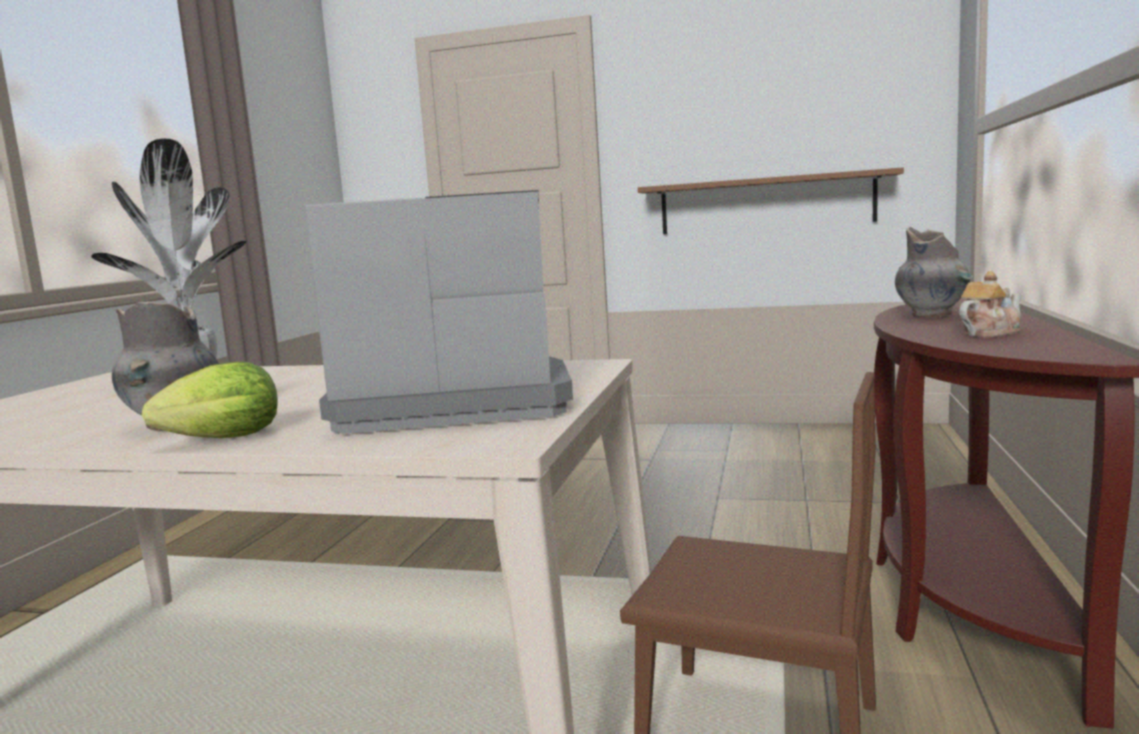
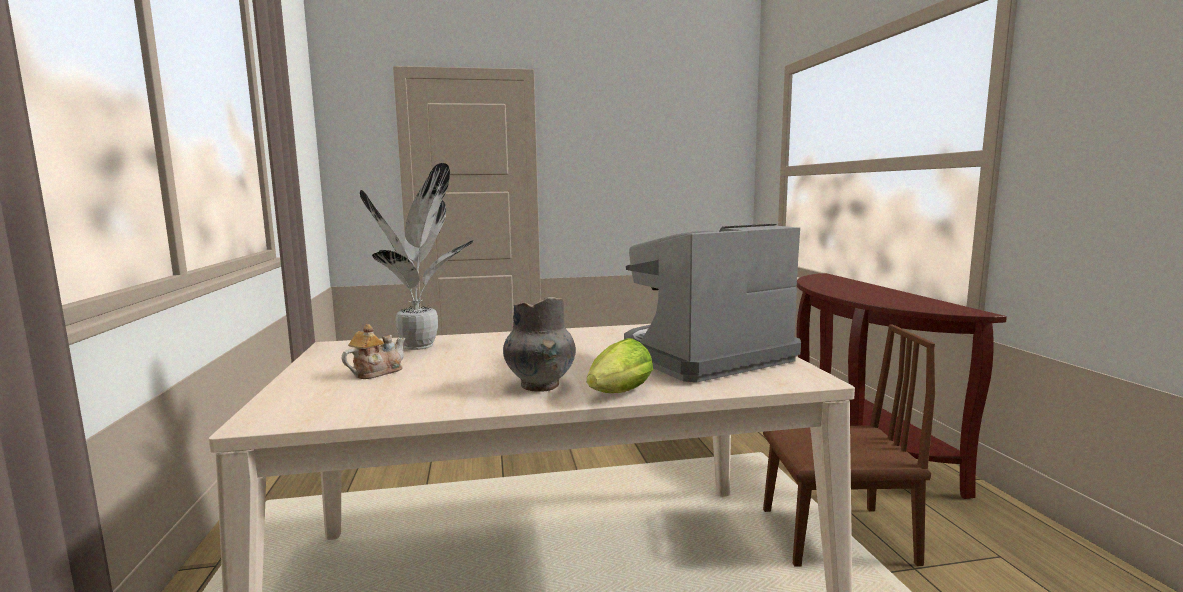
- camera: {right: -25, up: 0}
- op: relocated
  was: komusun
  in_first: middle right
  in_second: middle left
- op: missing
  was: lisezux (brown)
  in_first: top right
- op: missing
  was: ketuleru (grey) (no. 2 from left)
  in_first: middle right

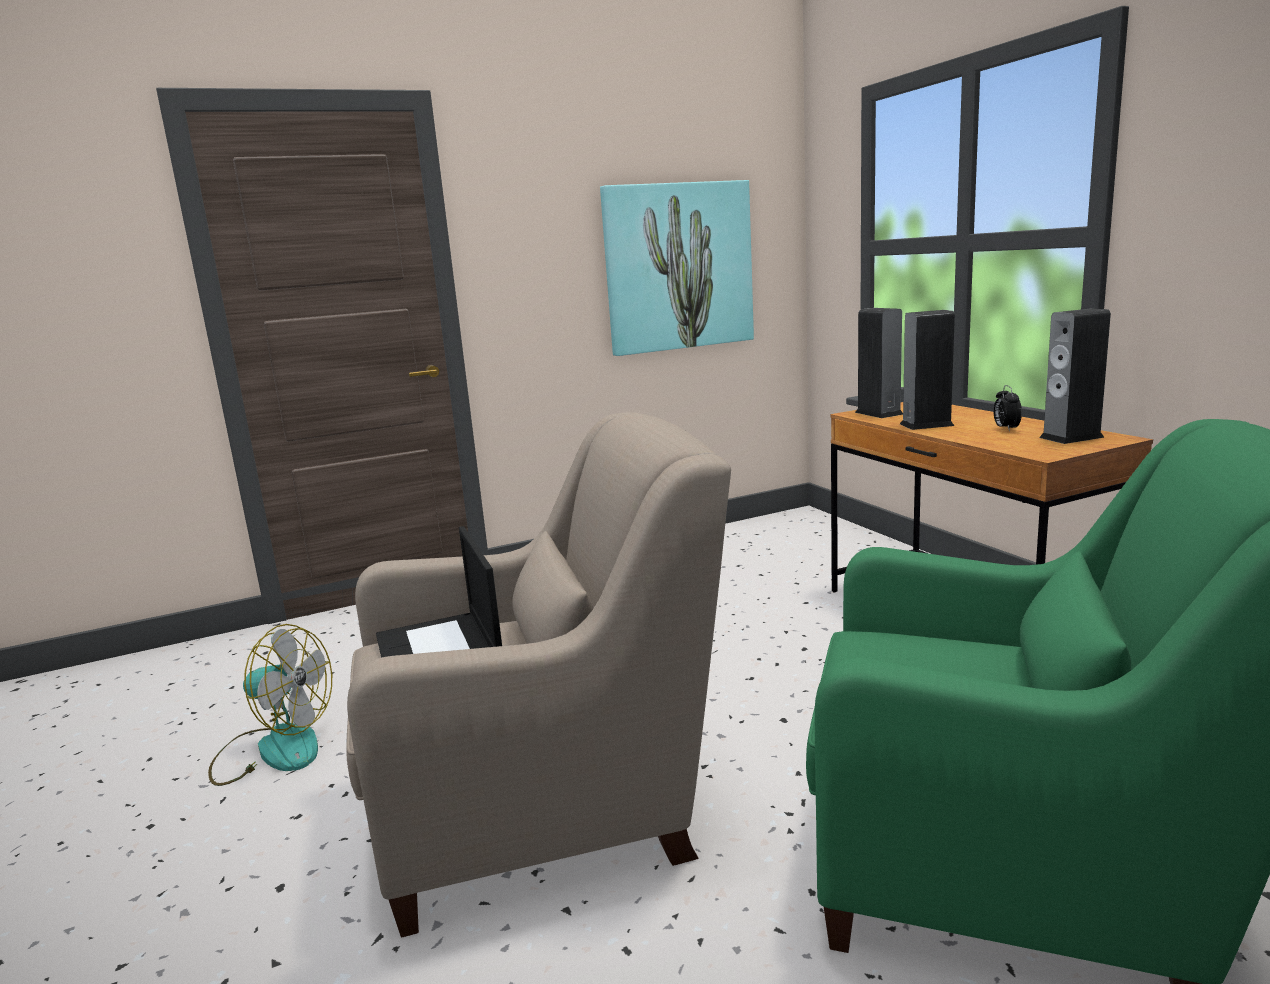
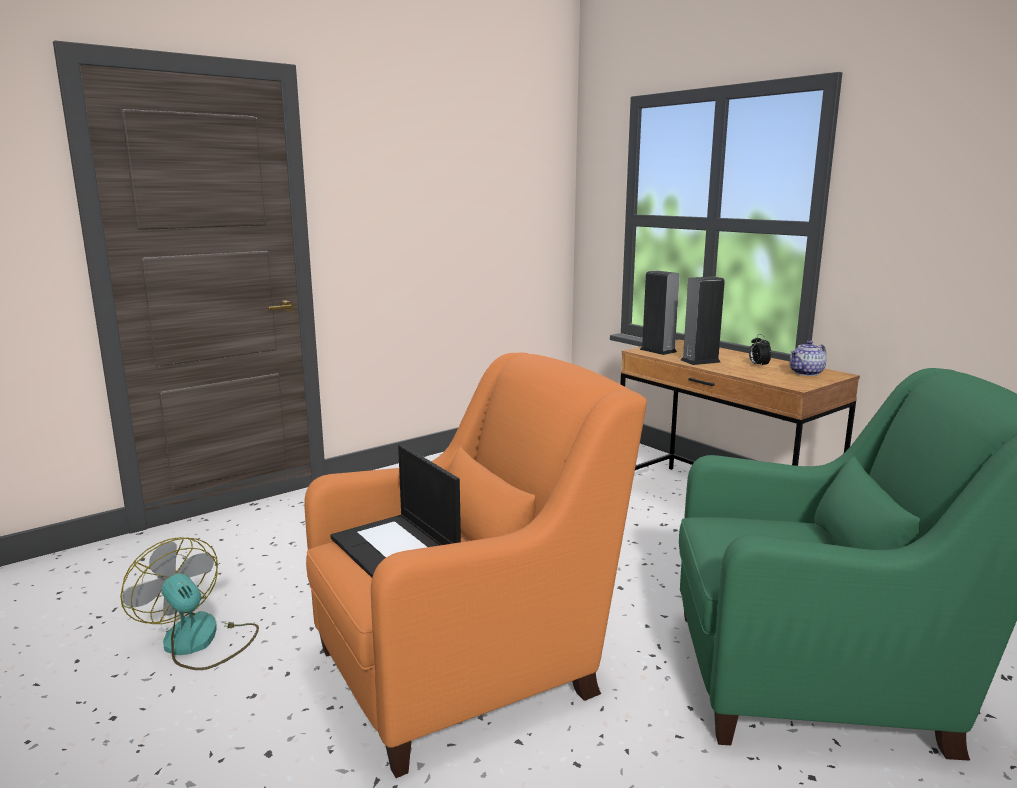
- camera: {right: -15, up: 0}
- op: spun
  was: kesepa
  in_first: bottom left
  in_second: bottom left
  clockwise: -135
- op: colour
  was: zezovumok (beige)
  now: zezovumok (orange)
  in_first: bottom centre
  in_second: bottom centre
- op: exchanged
  was: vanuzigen (no. 3 from left)
  now: komusun
  in_first: middle right
  in_second: middle right
- op: missing
  was: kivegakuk
  in_first: top centre

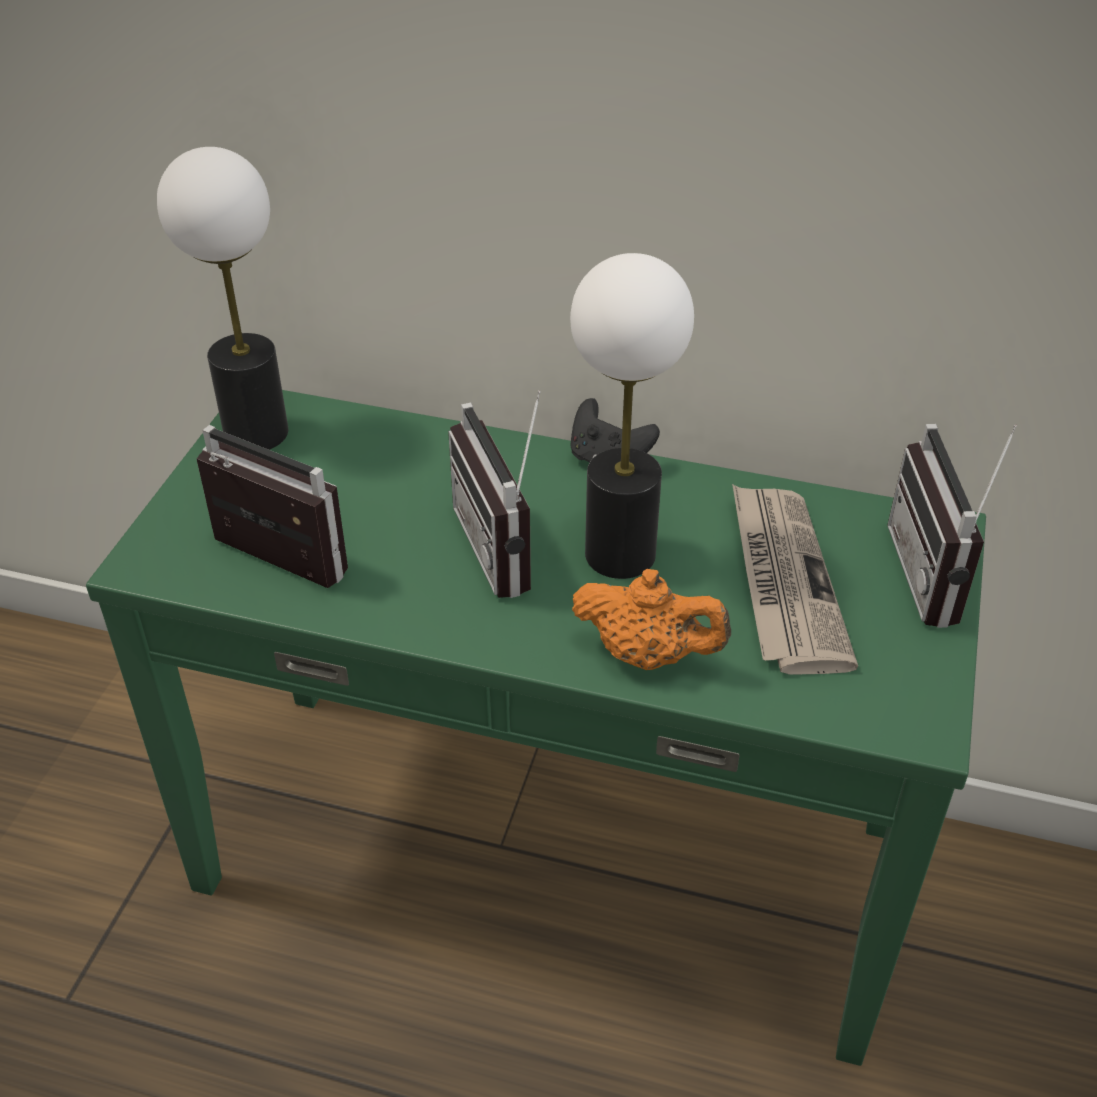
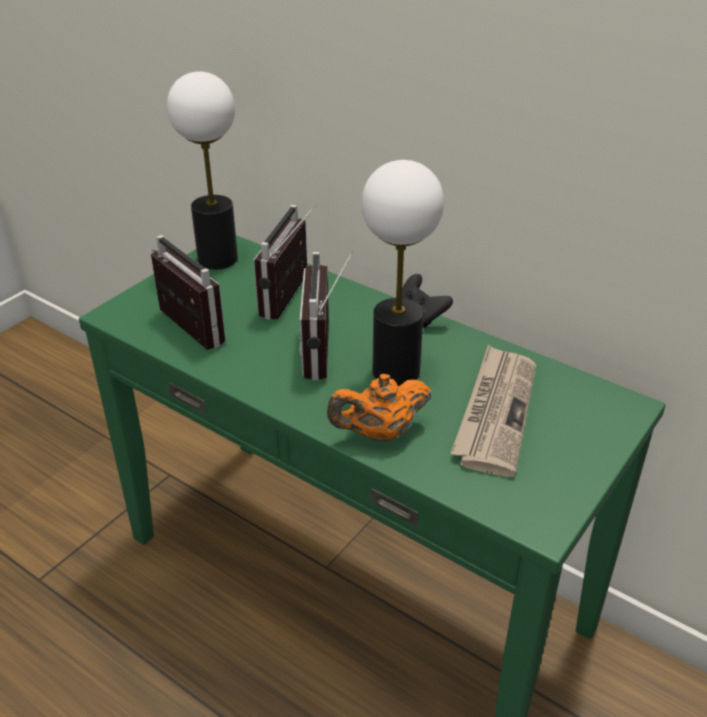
- camera: {right: 20, up: -5}
- op: relocated
  was: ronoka (no. 3 from left in the first image)
  now: ronoka (no. 2 from left)
  in_first: middle right
  in_second: centre
- op: spun
  was: komusun (orange)
  in_first: centre
  in_second: centre
  clockwise: 120

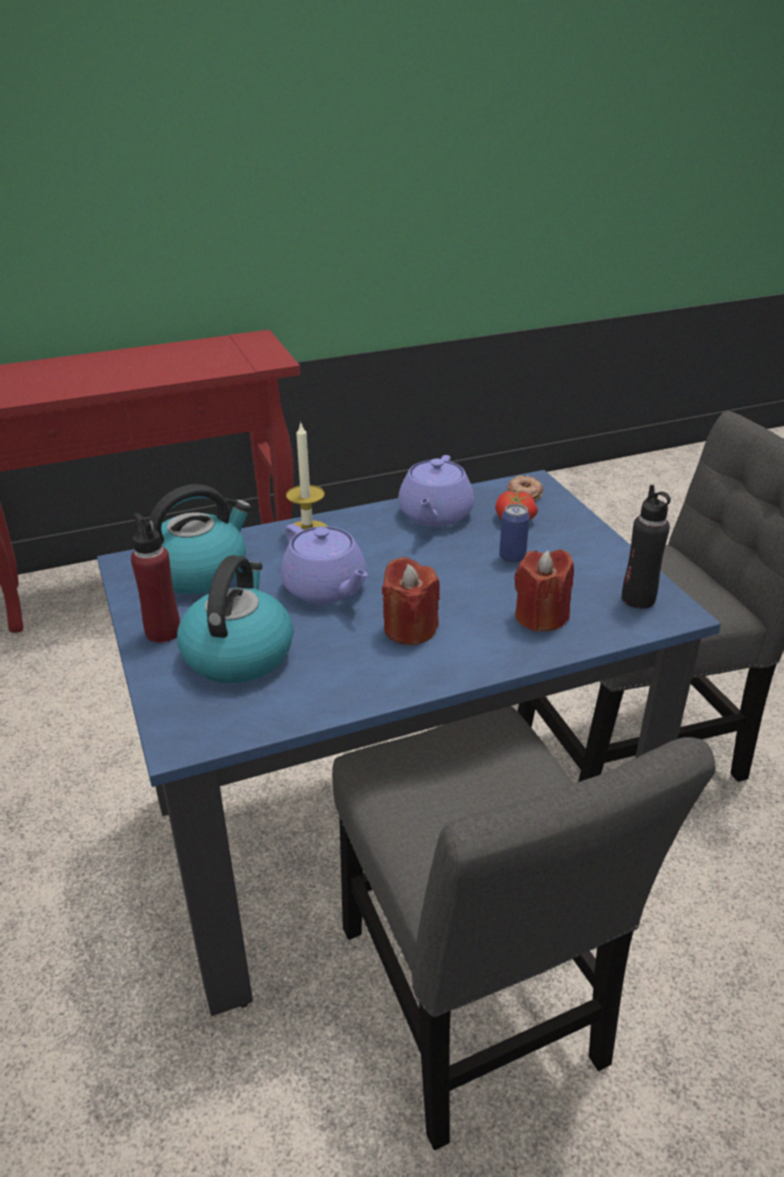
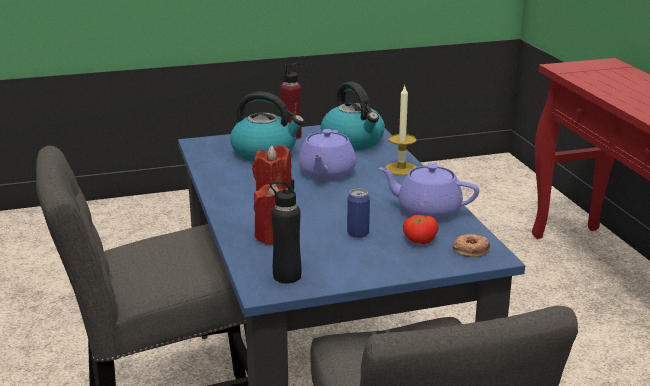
- camera: {right: 95, up: -10}
- op: spun
  was: komusun (purple) (no. 1 from left)
  in_first: centre
  in_second: centre
  clockwise: -45

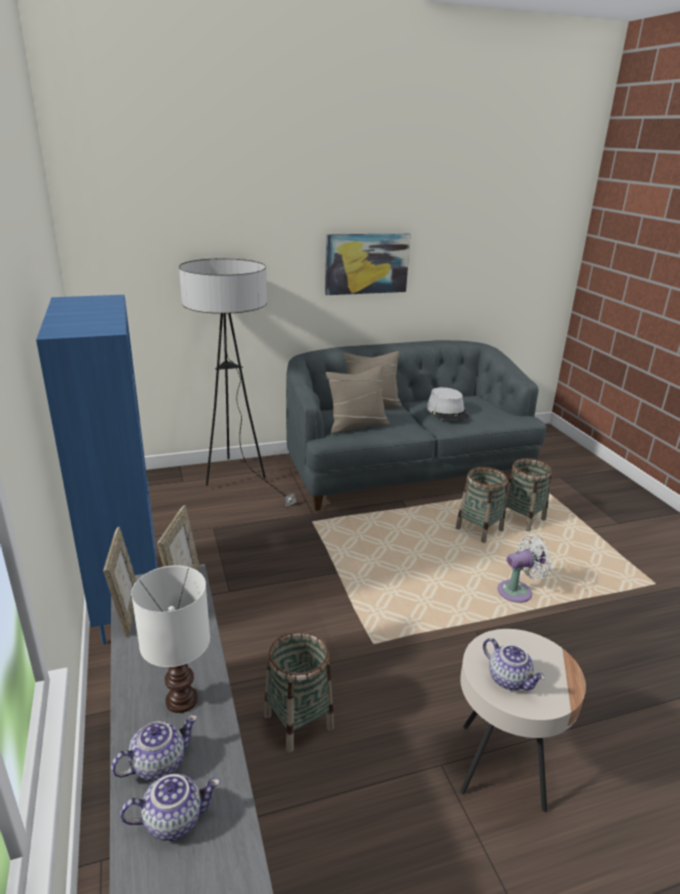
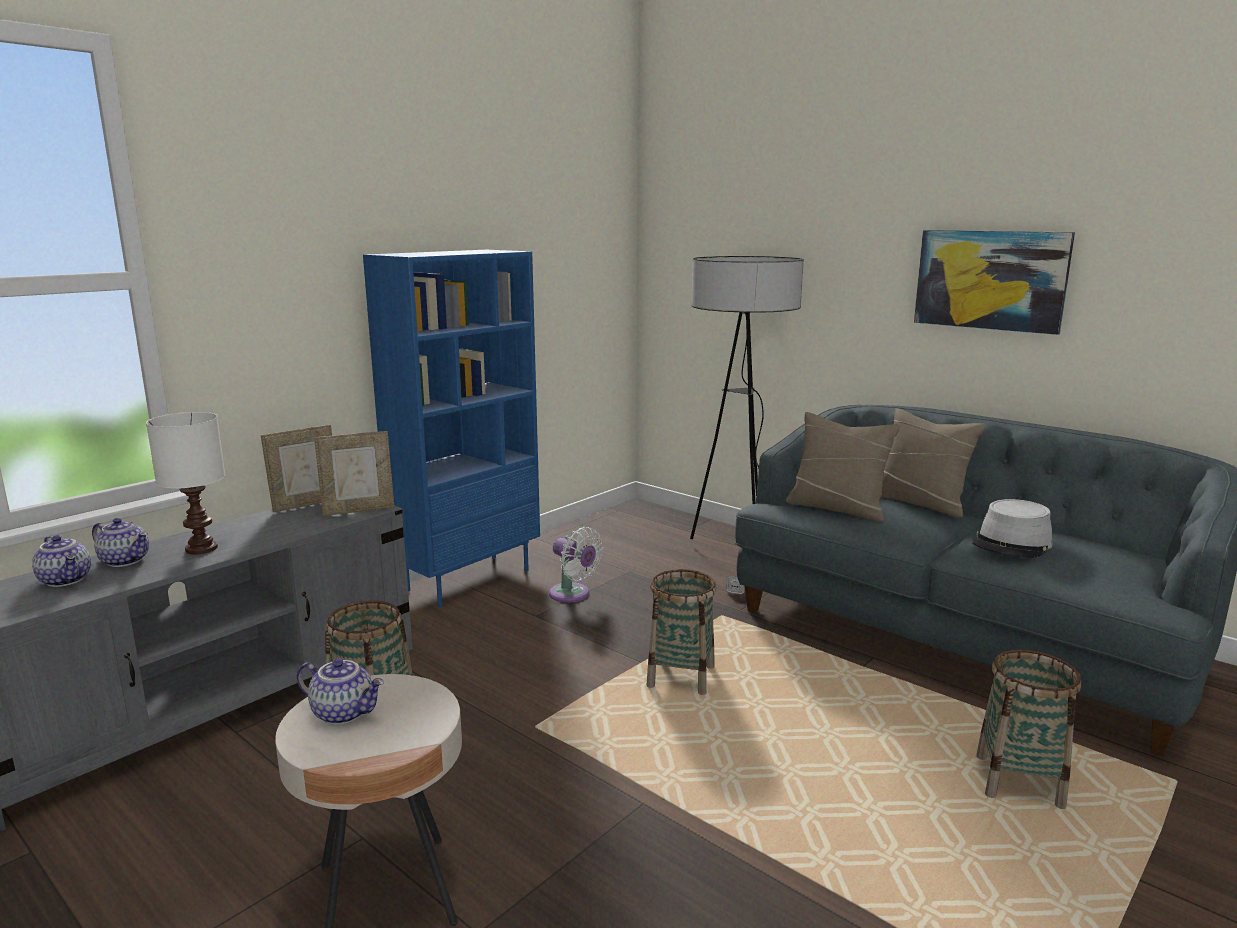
- camera: {right: 60, up: -10}
- op: spun
  was: komusun (no. 3 from left)
  in_first: bottom right
  in_second: bottom left
  clockwise: -90
- op: relocated
  was: kesepa (white)
  in_first: middle right
  in_second: centre
- op: relocated
  was: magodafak (no. 2 from left)
  in_first: middle right
  in_second: bottom centre

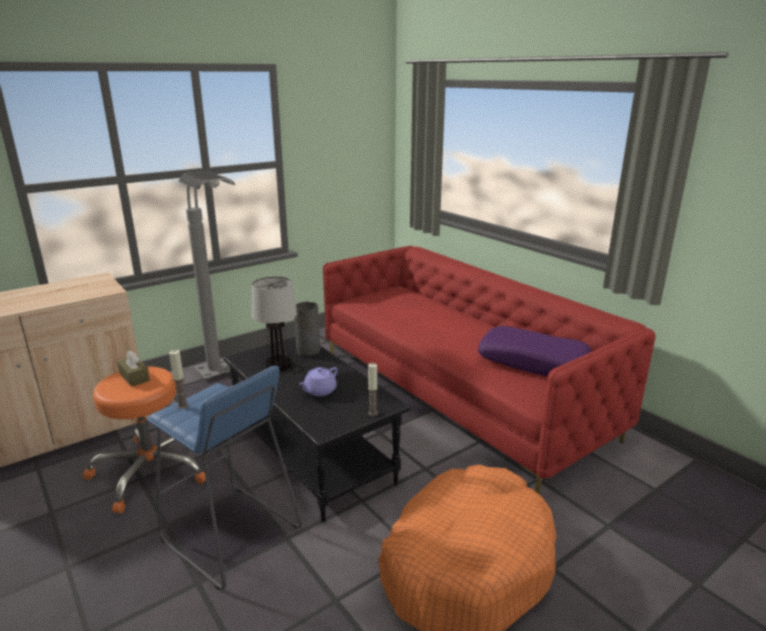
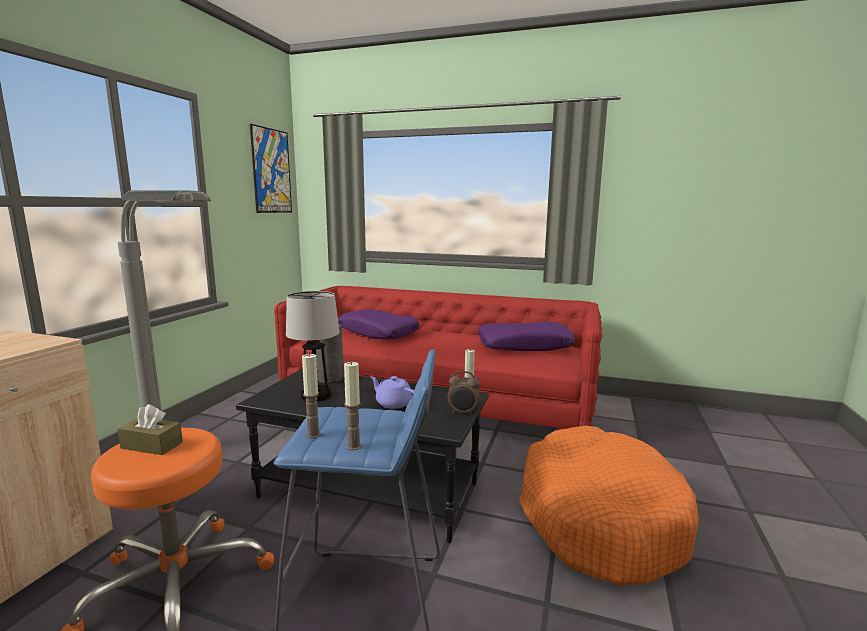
- camera: {right: -35, up: -10}
- op: appeared
  now: kivegakuk
  in_second: top left
- op: appeared
  now: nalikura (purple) (no. 1 from left)
  in_second: centre
- op: appeared
  now: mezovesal (no. 2 from left)
  in_second: centre
- op: spun
  was: komusun (purple)
  in_first: centre
  in_second: centre
  clockwise: 120
- op: appeared
  now: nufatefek
  in_second: centre

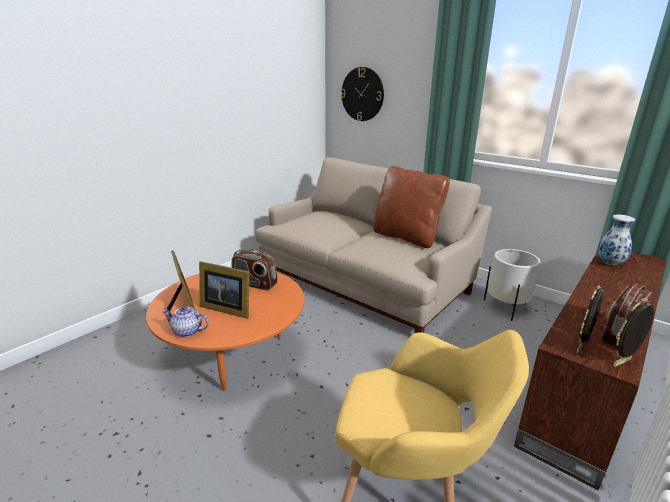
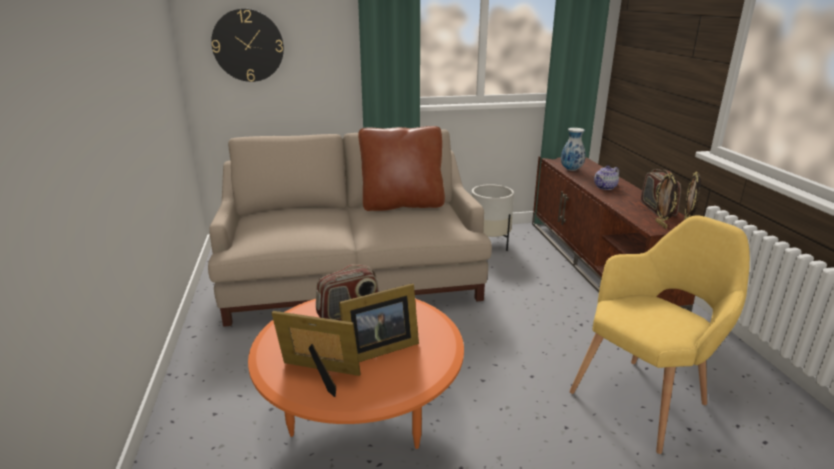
- camera: {right: -50, up: 0}
- op: relocated
  was: komusun
  in_first: middle left
  in_second: middle right

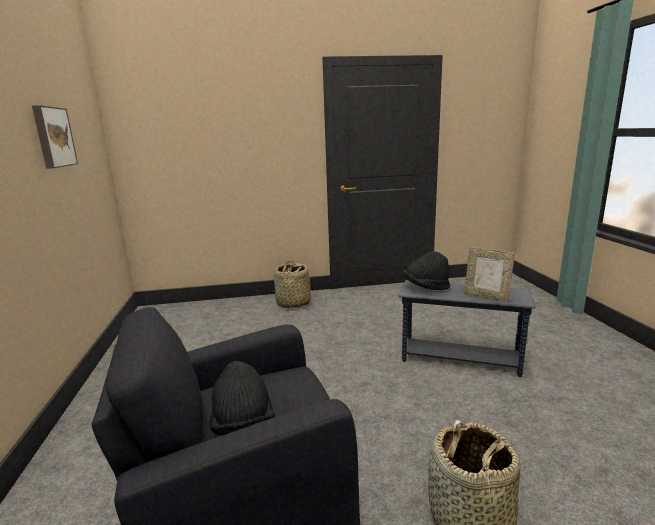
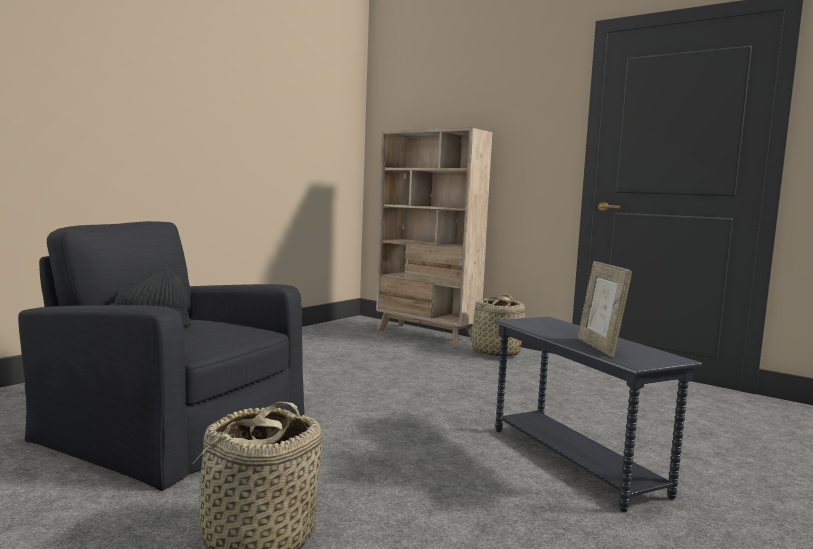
- camera: {right: 45, up: -10}
- op: appeared
  now: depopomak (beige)
  in_second: centre
- op: missing
  was: kivegakuk
  in_first: top left
- op: missing
  was: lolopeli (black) (no. 2 from left)
  in_first: centre

